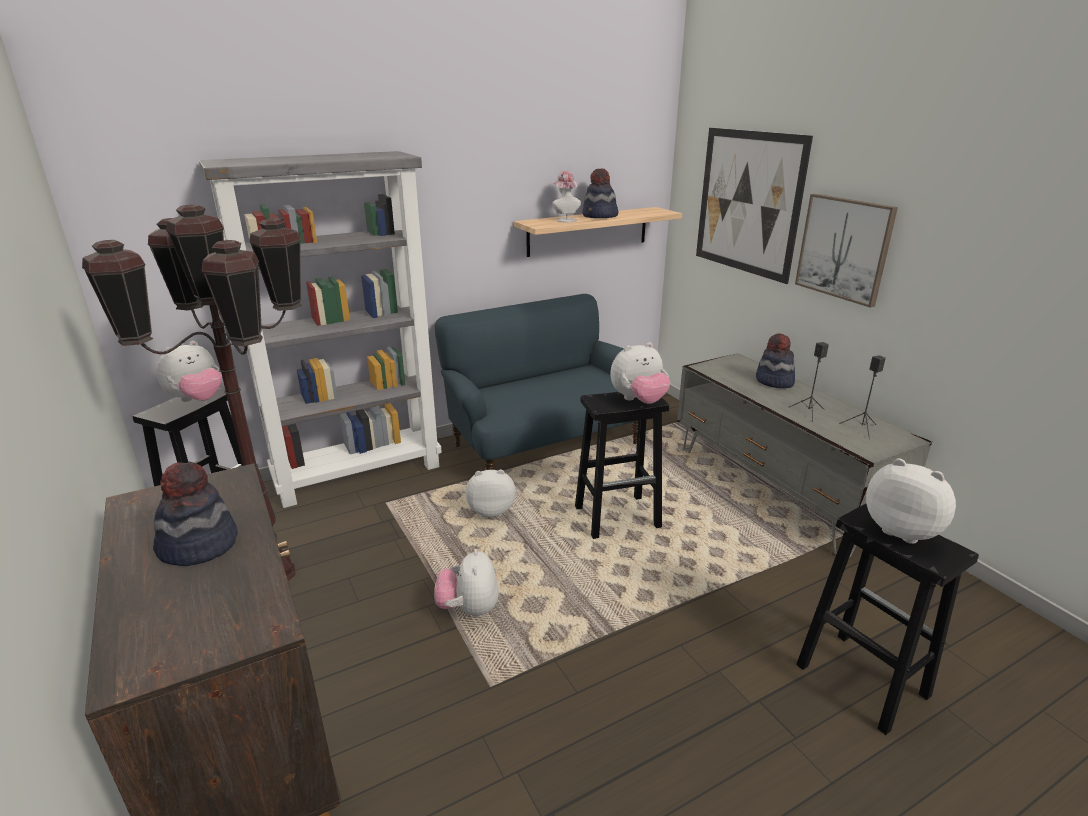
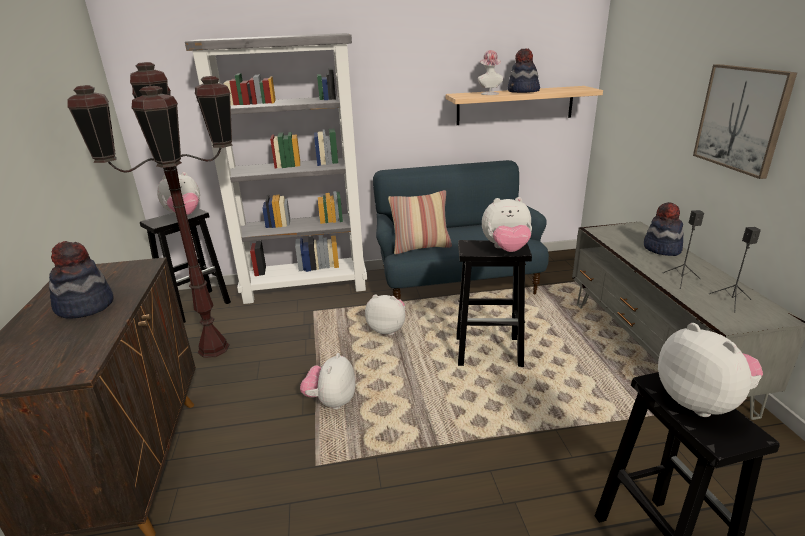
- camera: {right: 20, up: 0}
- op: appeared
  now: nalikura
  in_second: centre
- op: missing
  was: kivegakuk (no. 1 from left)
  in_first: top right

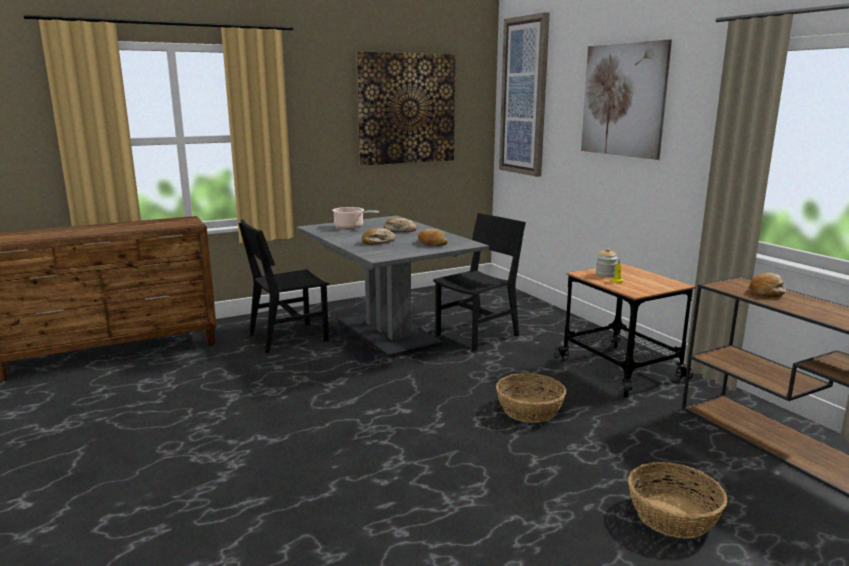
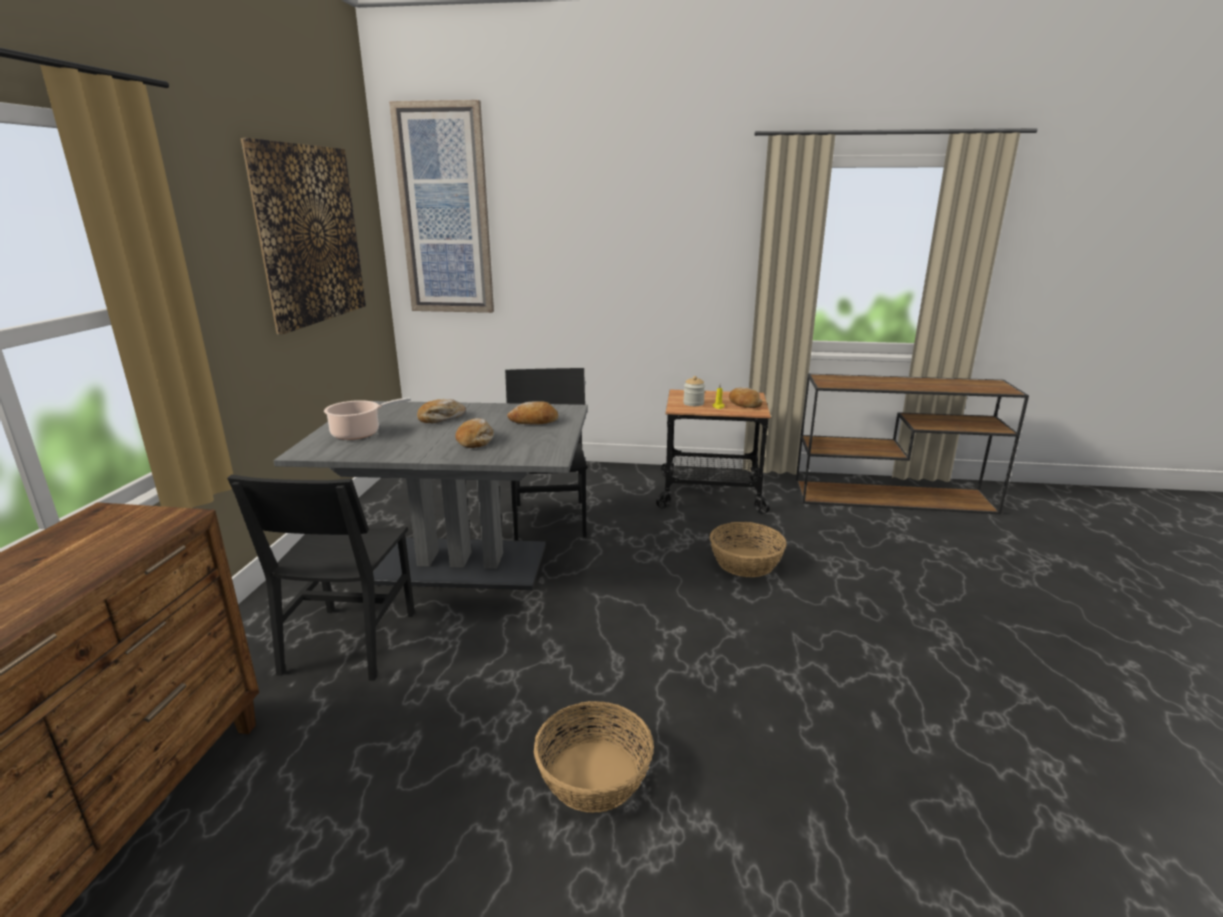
- camera: {right: -55, up: 5}
- op: relocated
  was: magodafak (no. 2 from left in the first image)
  now: magodafak (no. 1 from left)
  in_first: bottom right
  in_second: bottom centre
- op: relocated
  was: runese (no. 4 from left)
  in_first: middle right
  in_second: centre
- op: missing
  was: kivegakuk (no. 3 from left)
  in_first: top right

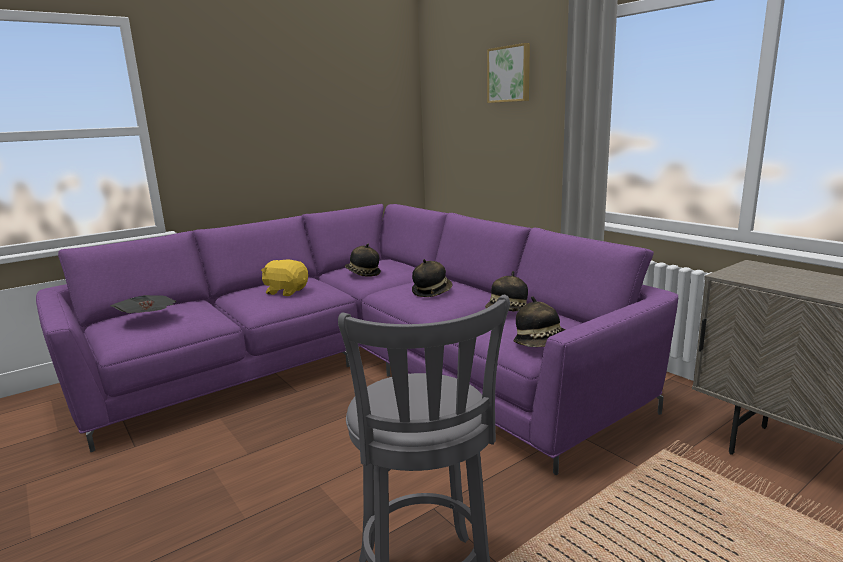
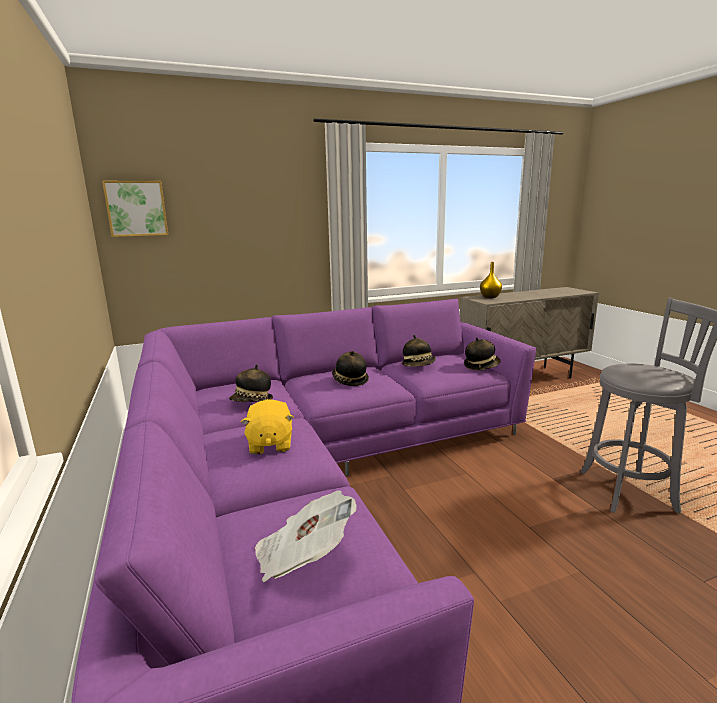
- camera: {right: -75, up: 0}
- op: relocated
  was: kivegakuk
  in_first: top centre
  in_second: top left
- op: spun
  was: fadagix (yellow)
  in_first: centre
  in_second: centre
  clockwise: -45
- op: appeared
  now: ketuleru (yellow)
  in_second: middle right

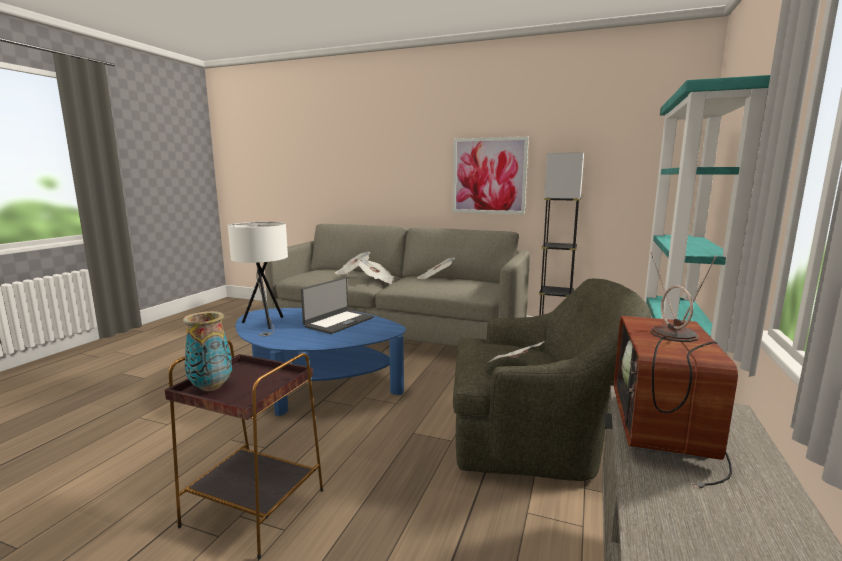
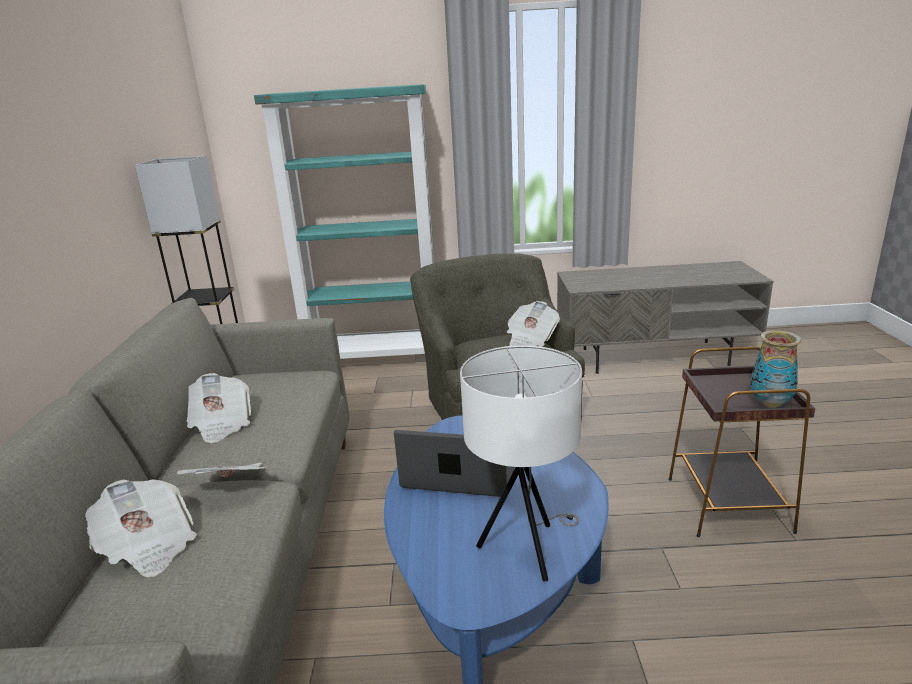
- camera: {right: -110, up: 10}
- op: missing
  was: kivegakuk
  in_first: top centre
- op: missing
  was: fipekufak
  in_first: middle right

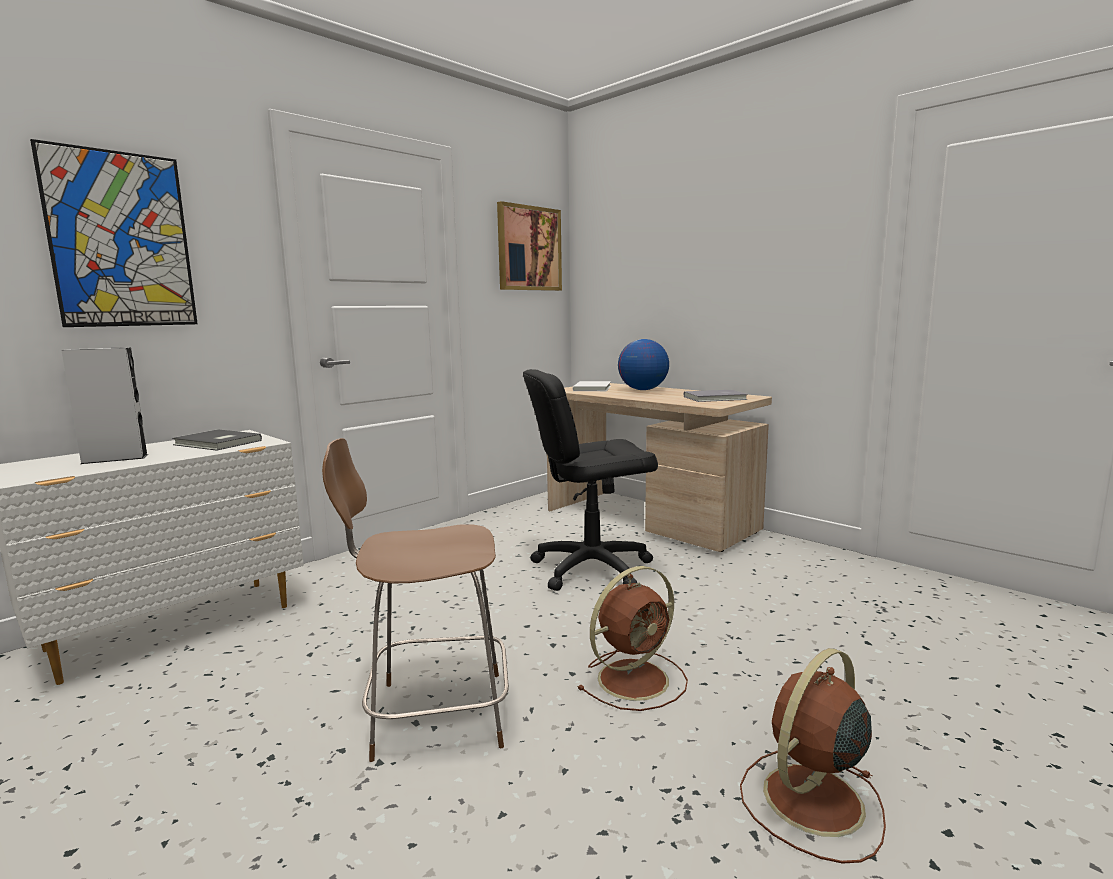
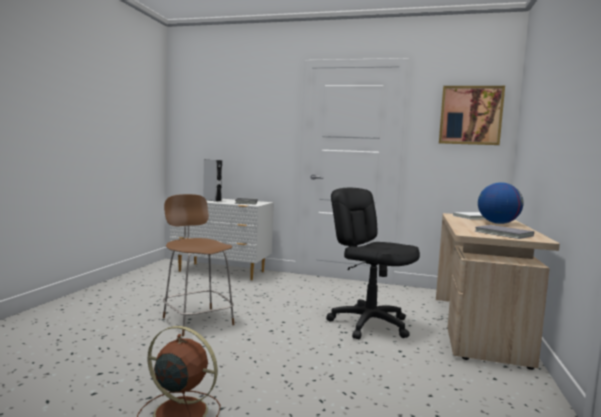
- camera: {right: 60, up: -5}
- op: missing
  was: kivegakuk (no. 1 from left)
  in_first: top left
- op: missing
  was: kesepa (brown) (no. 1 from left)
  in_first: bottom centre

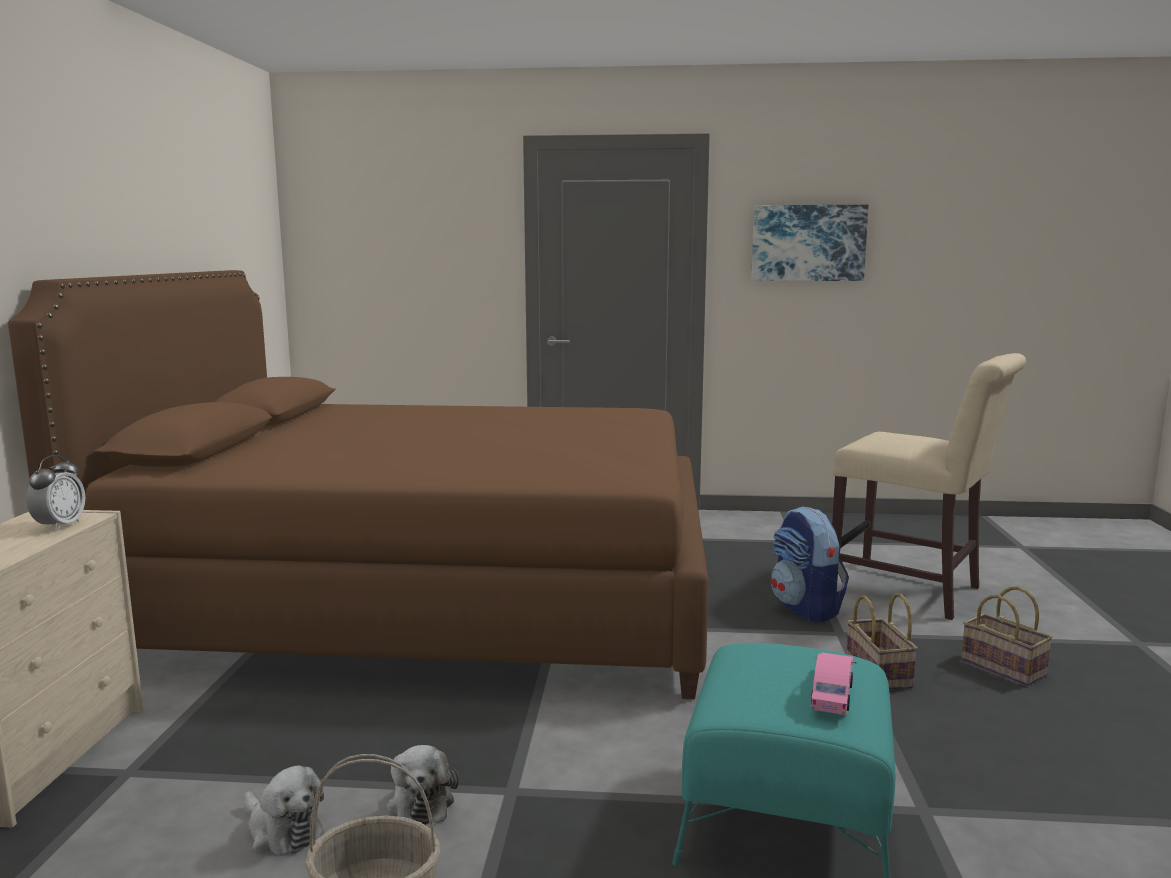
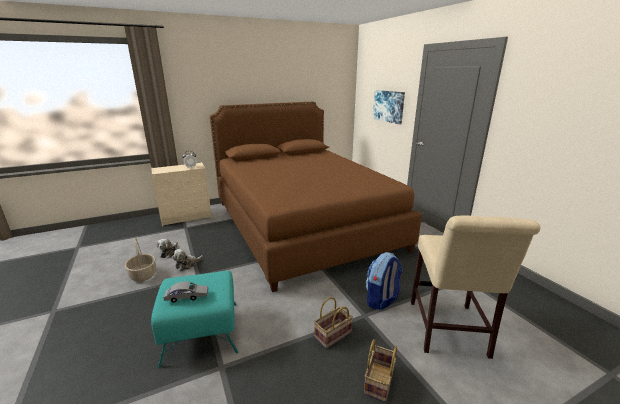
- camera: {right: 60, up: 10}
- op: colour
  was: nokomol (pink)
  now: nokomol (grey)
  in_first: bottom right
  in_second: bottom left
- op: relocated
  was: kivegakuk
  in_first: top right
  in_second: top centre

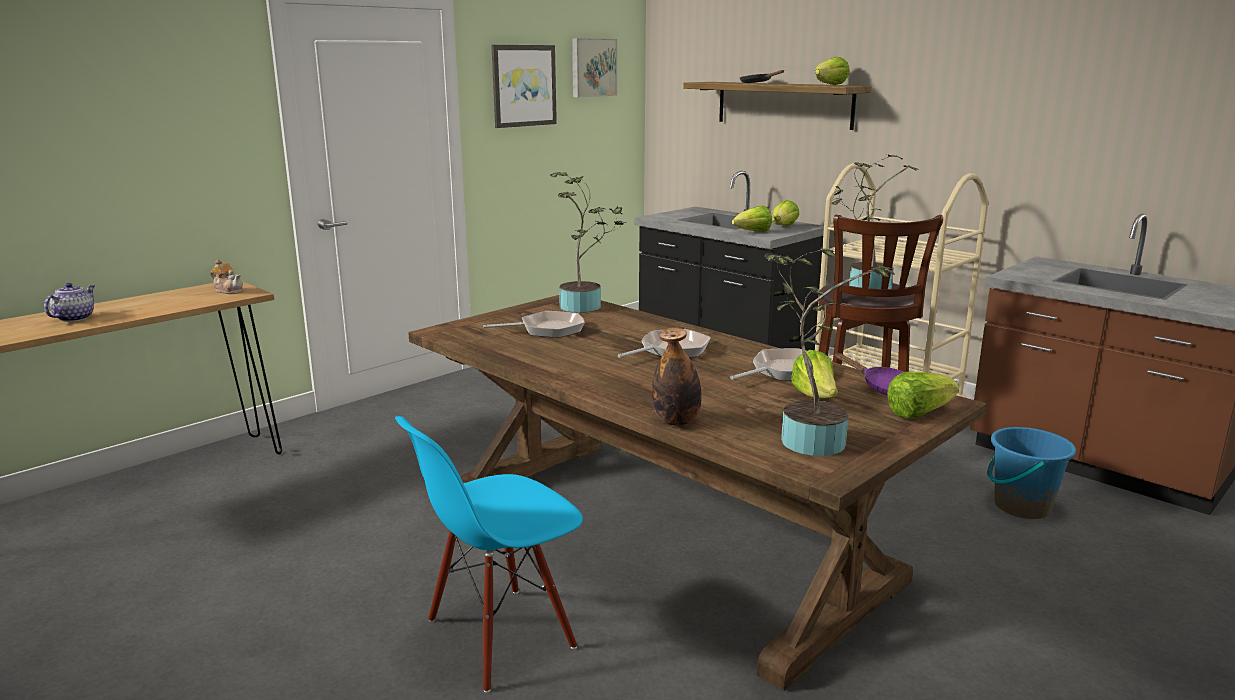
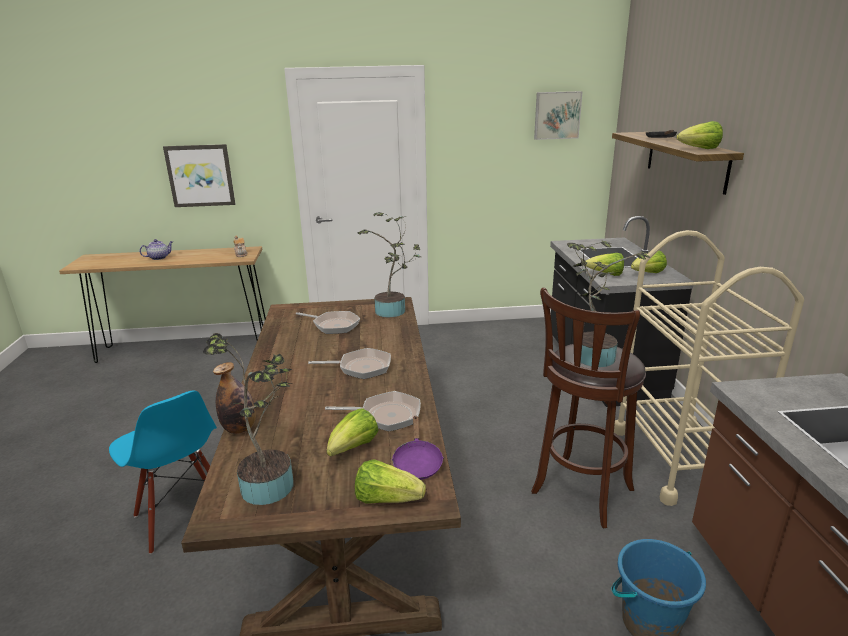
- camera: {right: 40, up: 5}
- op: spun
  was: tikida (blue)
  in_first: bottom centre
  in_second: bottom left
  clockwise: -135
- op: relocated
  was: kivegakuk (no. 1 from left)
  in_first: top centre
  in_second: top left

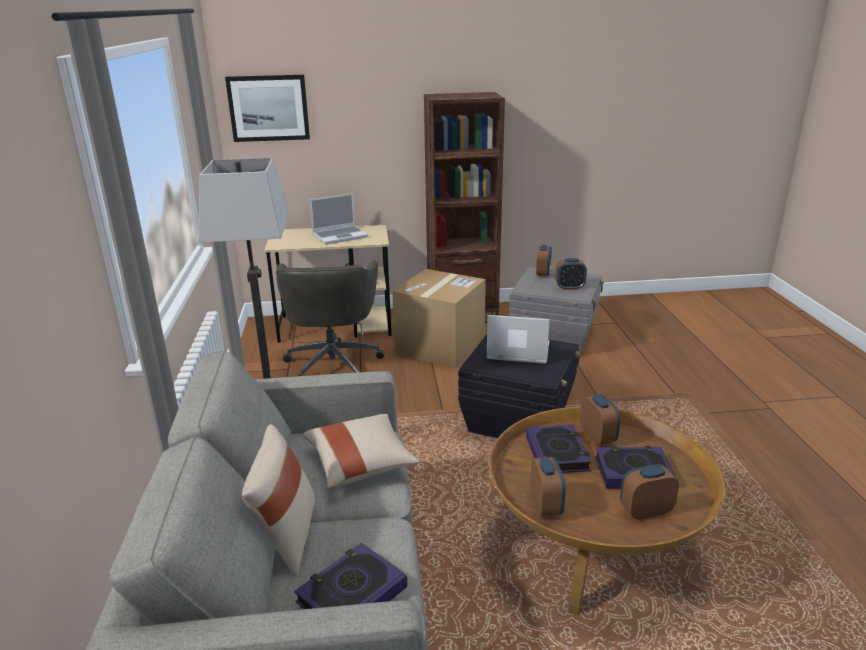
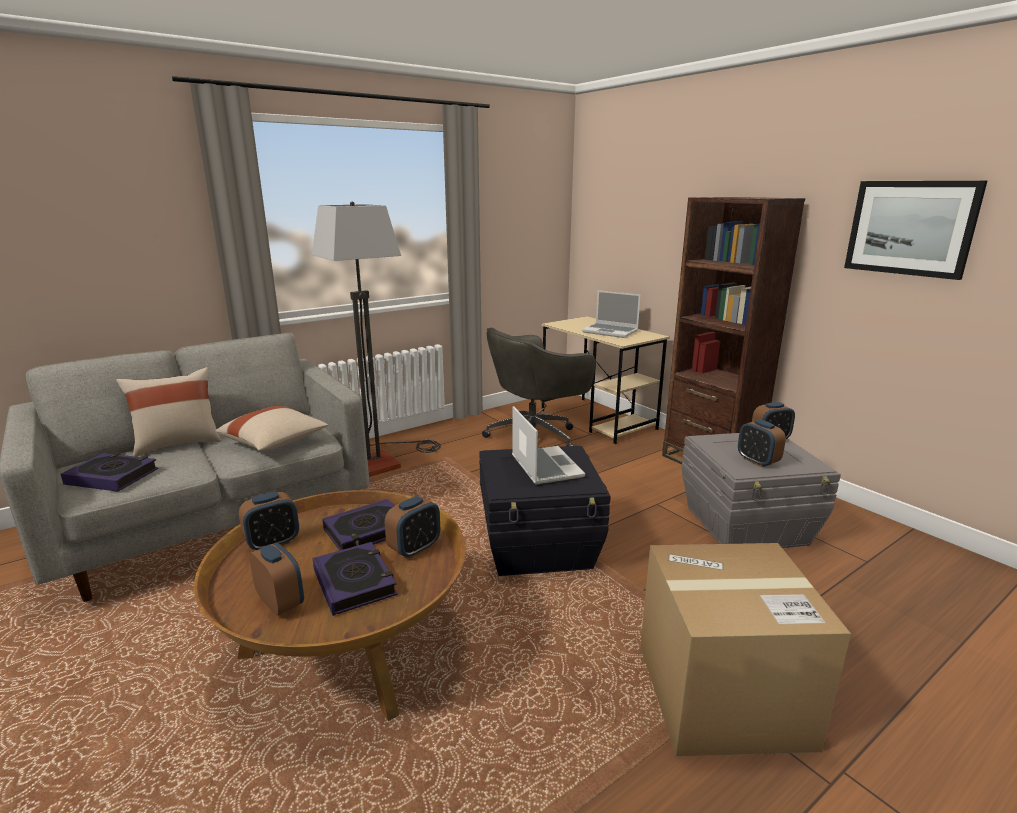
- camera: {right: 60, up: -5}
- op: relocated
  was: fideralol
  in_first: centre
  in_second: bottom right
- op: relocated
  was: kivegakuk
  in_first: top left
  in_second: top right

